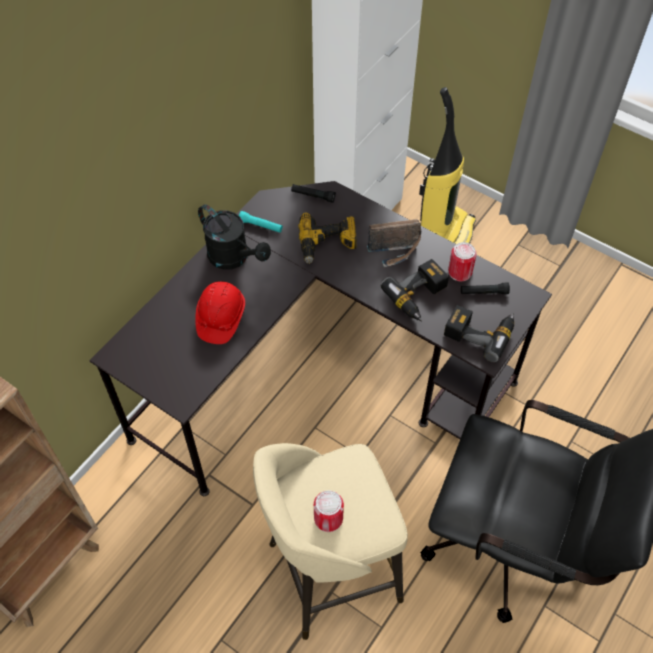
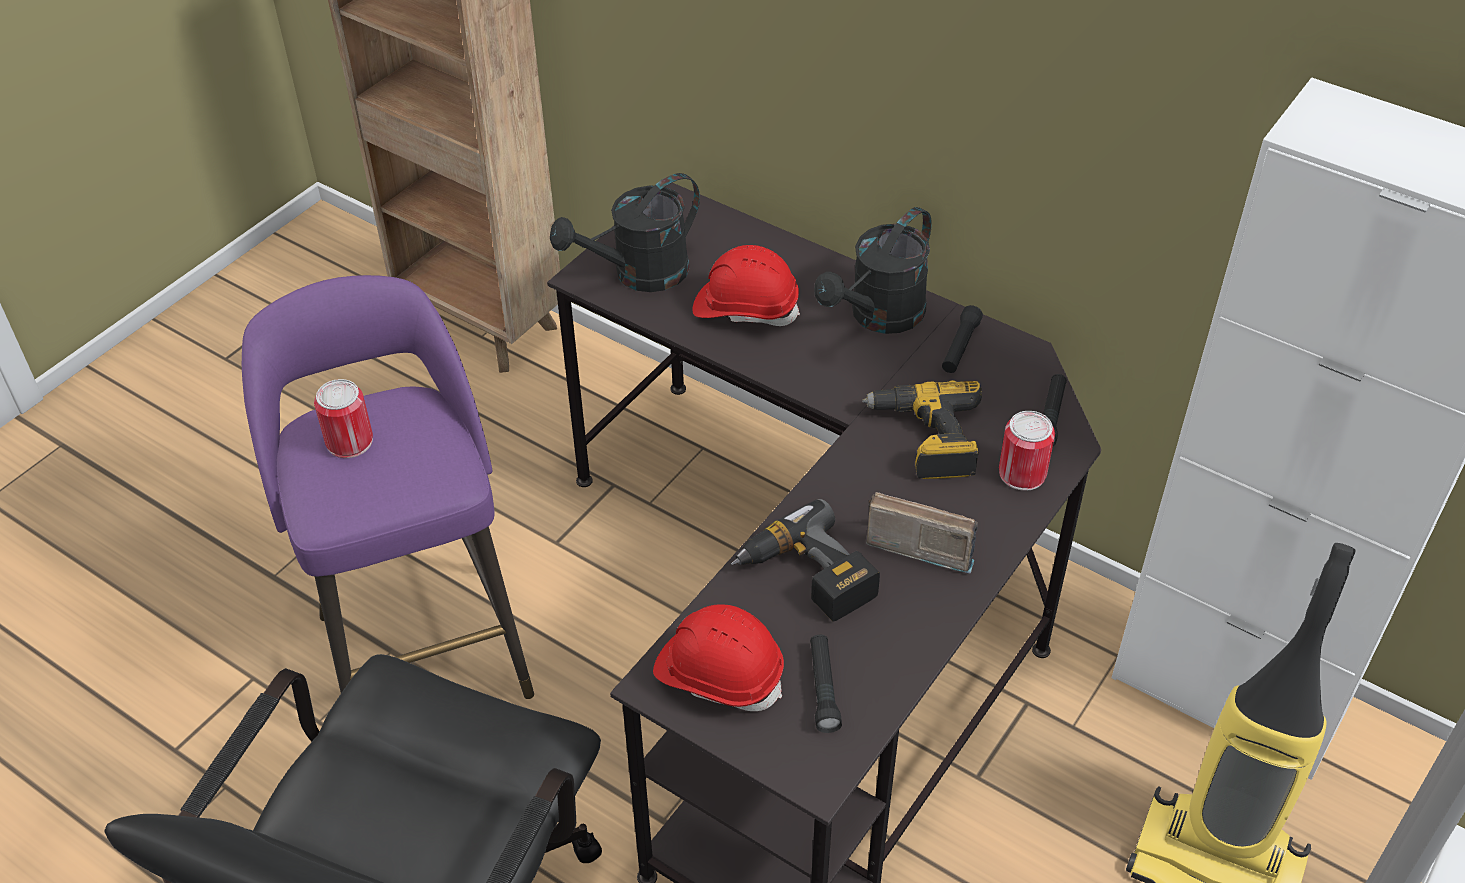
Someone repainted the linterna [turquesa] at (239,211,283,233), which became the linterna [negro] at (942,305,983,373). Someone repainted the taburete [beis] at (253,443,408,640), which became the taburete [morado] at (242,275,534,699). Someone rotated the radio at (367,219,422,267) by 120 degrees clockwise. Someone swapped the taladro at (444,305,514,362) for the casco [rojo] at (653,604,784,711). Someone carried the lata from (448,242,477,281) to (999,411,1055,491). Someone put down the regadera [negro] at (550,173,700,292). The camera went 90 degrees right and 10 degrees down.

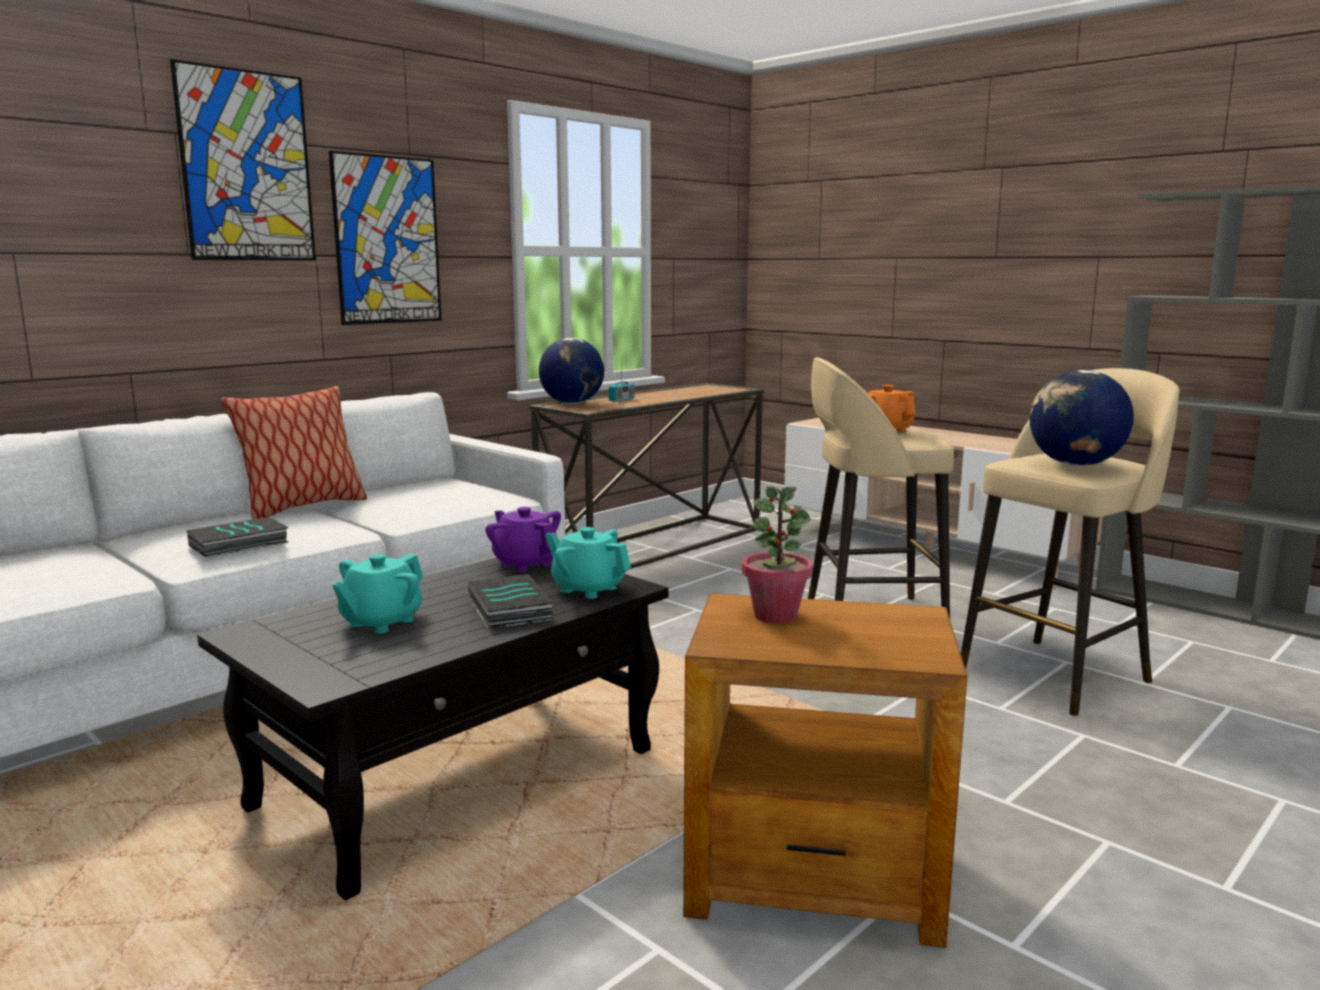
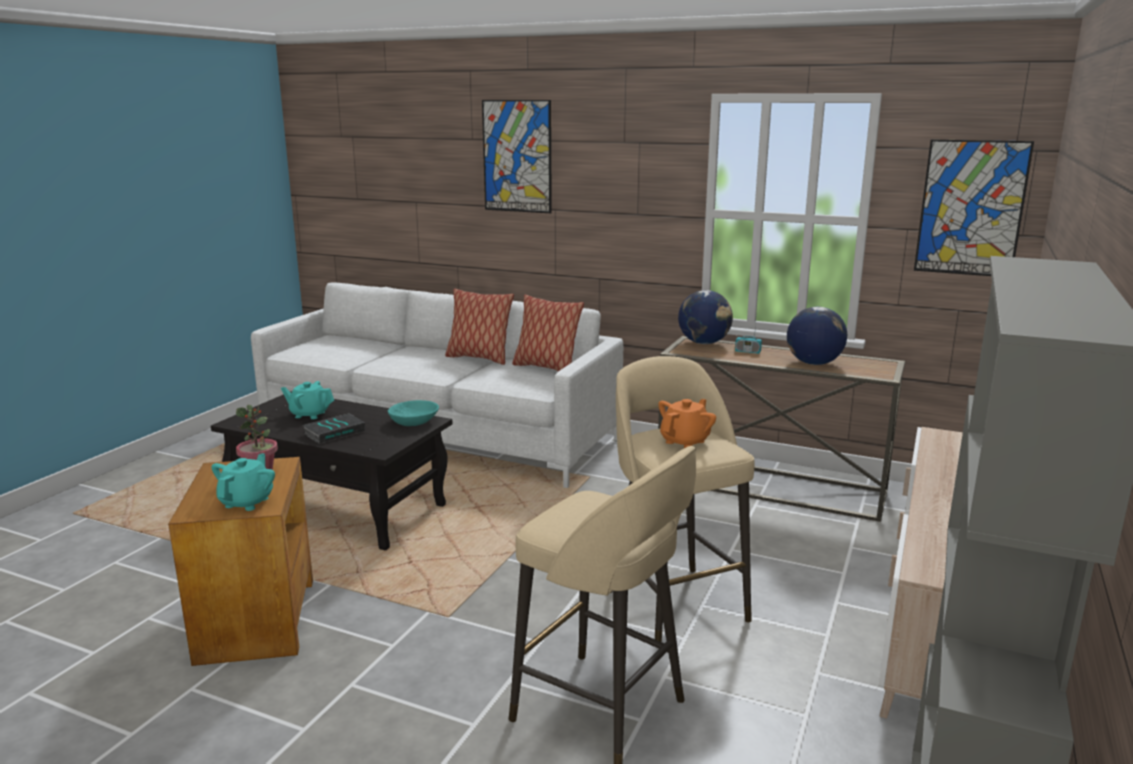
Someone took away the libro at (187,517,289,557). Someone carried the cuadro from (329,151,441,325) to (914,139,1034,276). Someone swapped the tetera [morado] at (485,507,561,573) for the cuenco [turquesa] at (388,400,439,426). Someone carried the tetera [turquesa] from (545,527,631,599) to (212,453,275,511). Someone carried the globo terráqueo from (1029,370,1134,466) to (787,307,847,365). Someone put down the cojín at (512,295,584,371). The camera went 70 degrees right and 5 degrees up.

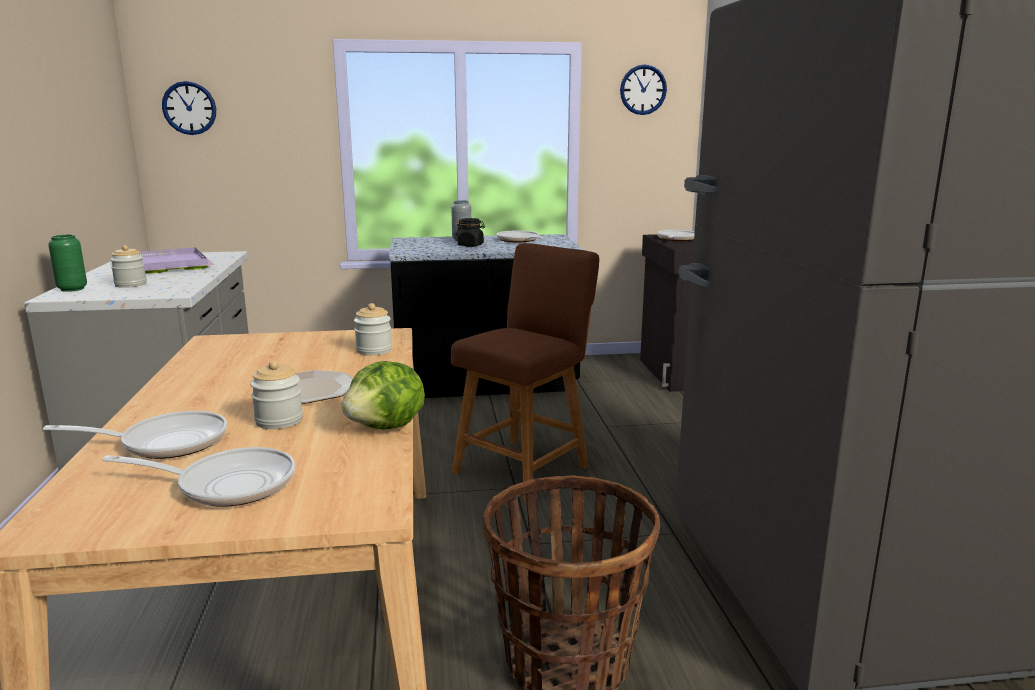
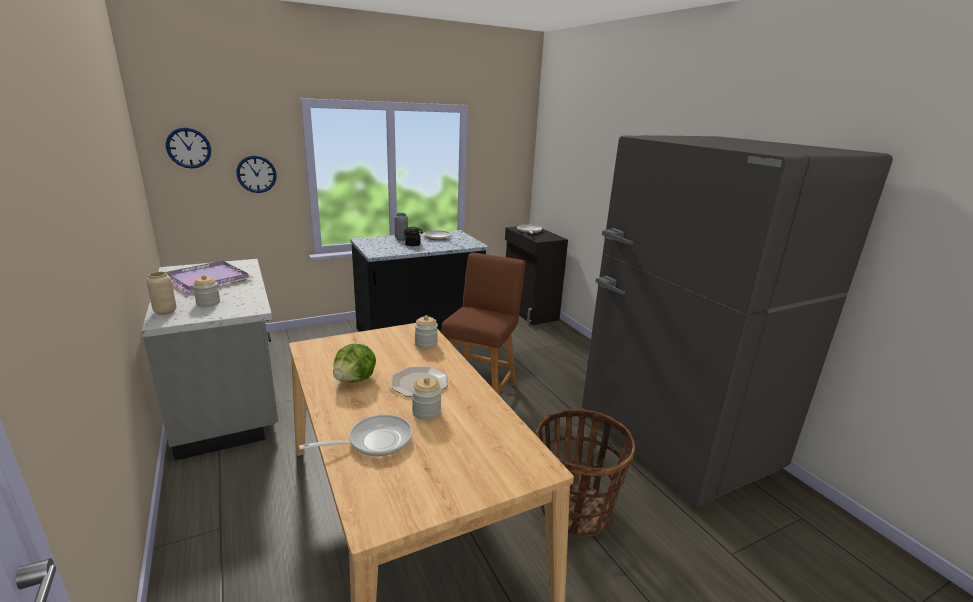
Someone repainted the florero [verde] at (48,234,87,292), which became the florero [beis] at (146,272,177,315). Someone took away the sartén at (103,447,295,507). Someone carried the lechuga from (341,361,425,430) to (333,344,376,383). Someone carried the reloj de pared from (620,65,667,115) to (236,155,277,193). The camera went 20 degrees left and 5 degrees up.

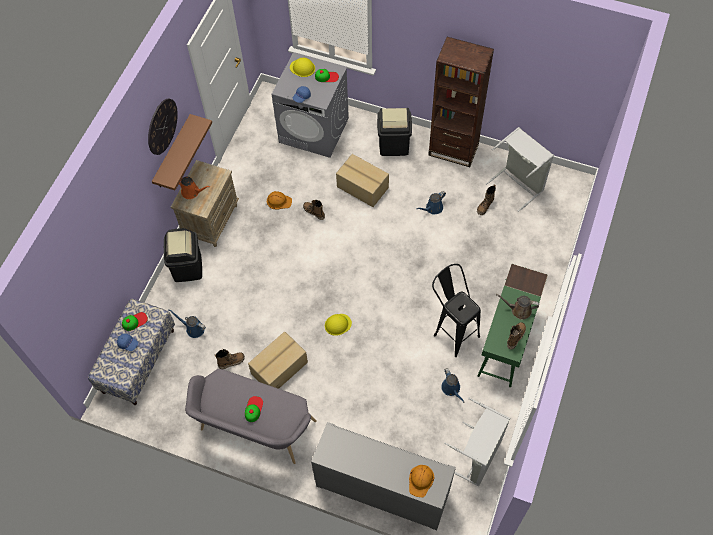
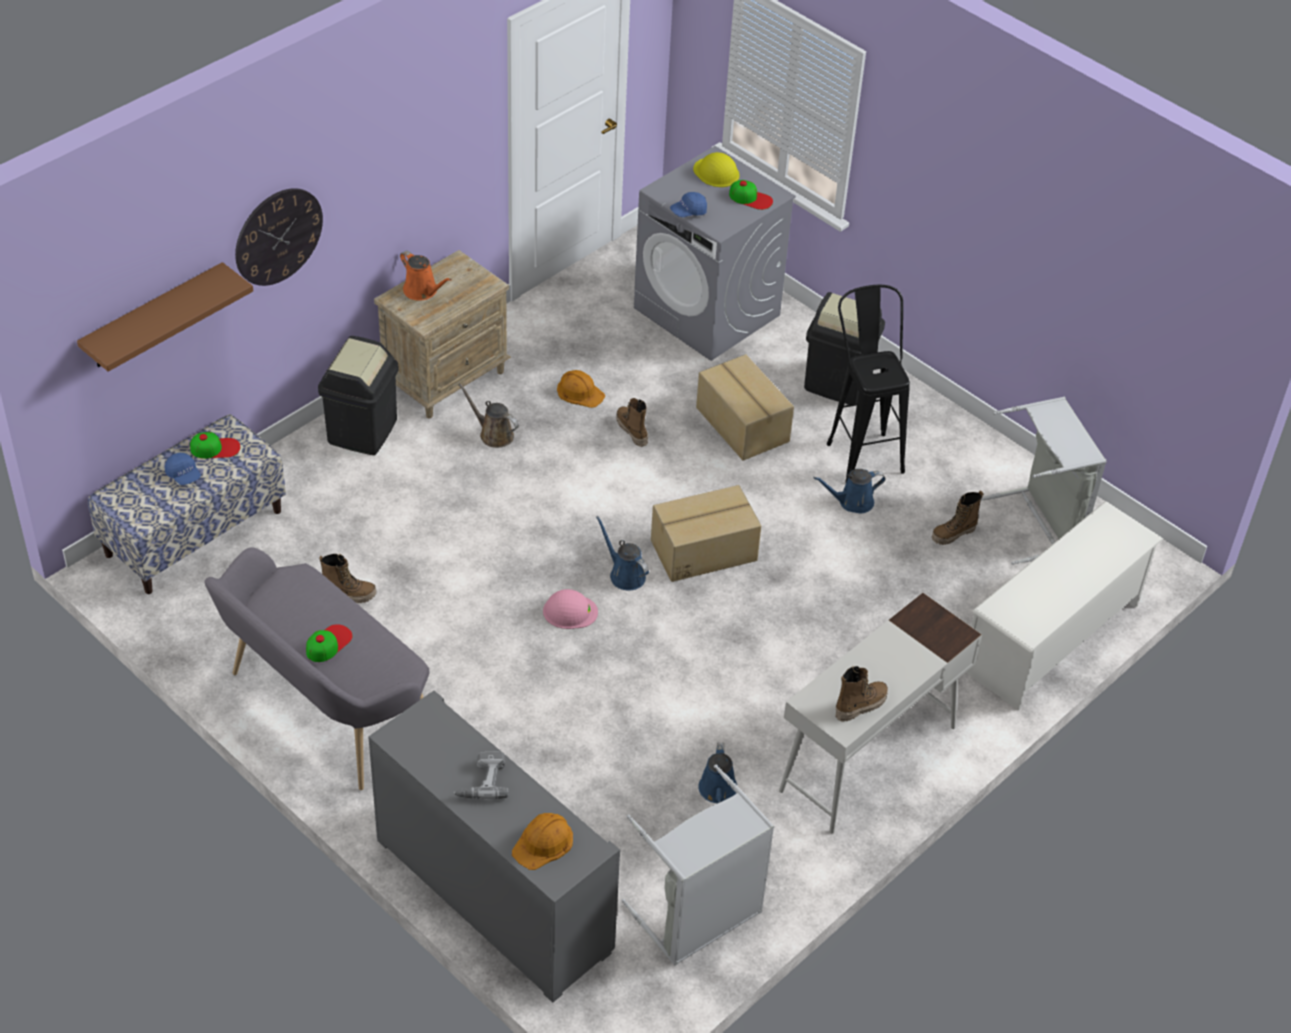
Someone carried the reloj de pared from (148,99,178,155) to (235,188,323,286). Someone carried the estante [marrón] from (152,114,212,190) to (77,262,253,372). Someone carried the regadera [azul] from (169,309,206,338) to (596,516,649,590). Someone carried the caja de cartón from (248,331,308,389) to (651,485,761,582). Someone repainted the casco [amarillo] at (325,314,352,336), which became the casco [rosa] at (543,589,598,629). Someone took away the estantería [marrón] at (428,37,494,167). Someone carried the taburete [negro] from (432,264,481,357) to (827,285,910,483). Someone repainted the escritorio [verde] at (477,264,548,387), which became the escritorio [blanco] at (779,593,982,833). Someone carried the regadera [marrón] from (496,294,539,320) to (458,383,519,448). Someone put down the taladro at (454,751,509,800). Someone put down the zapatero [blanco] at (966,501,1163,710). The camera went 20 degrees right and 15 degrees down.

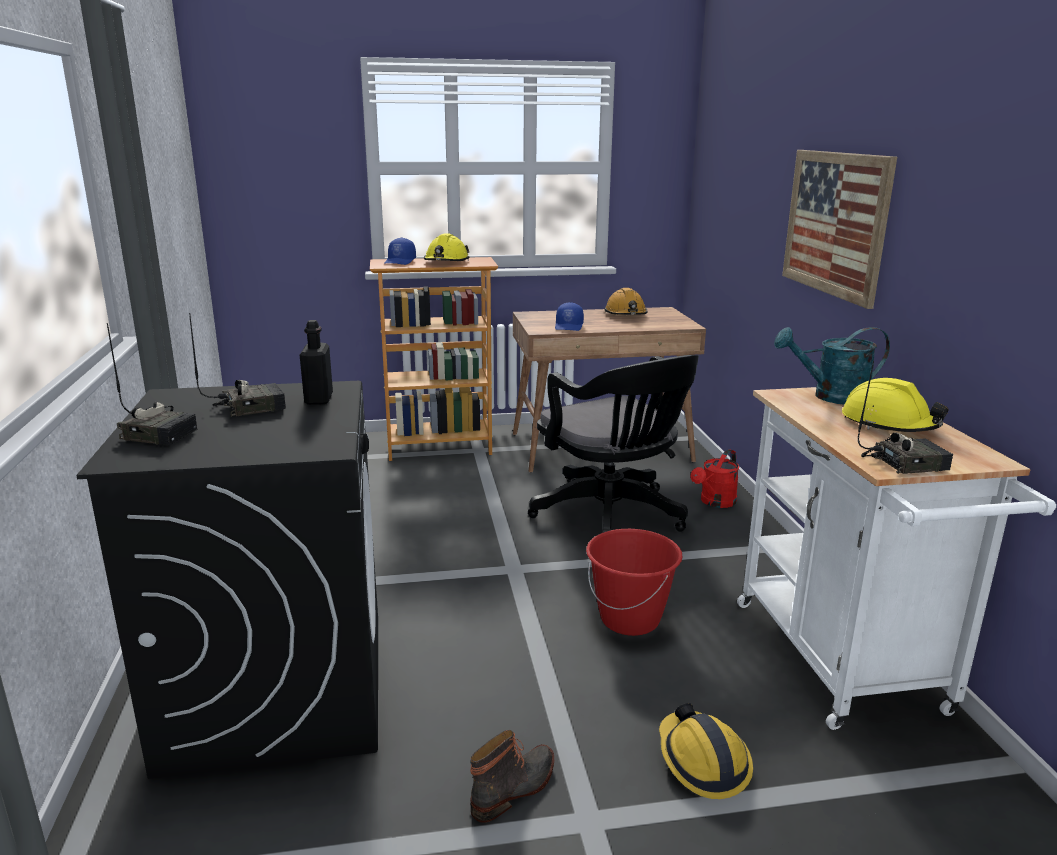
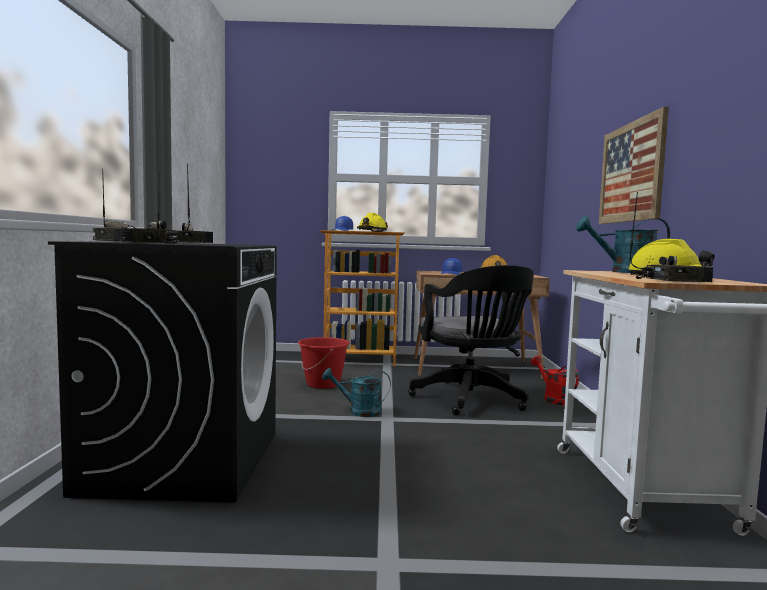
Someone took away the botella [negro] at (300,320,333,405). Someone took away the bota at (470,730,554,823). Someone carried the cubo [rojo] from (586,529,683,636) to (298,337,350,389). Someone took away the casco at (659,703,753,799). Someone rotated the regadera [rojo] at (690,449,739,508) by 105 degrees clockwise. Someone put down the radio at (124,164,190,244). Someone put down the regadera [turquesa] at (322,368,391,417). The camera went 10 degrees right and 15 degrees down.

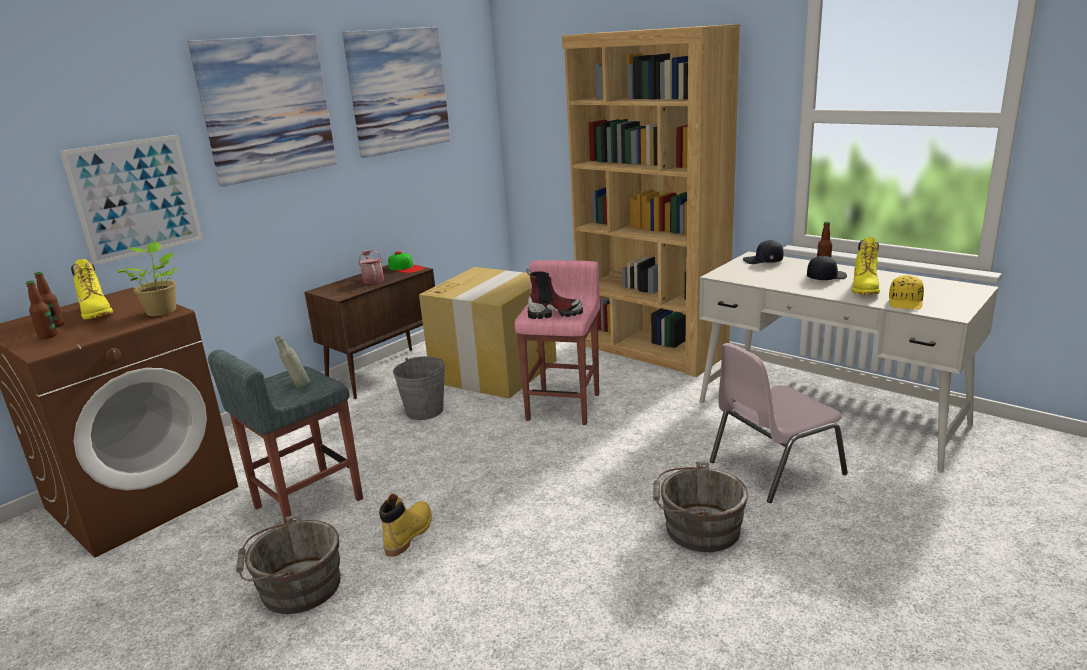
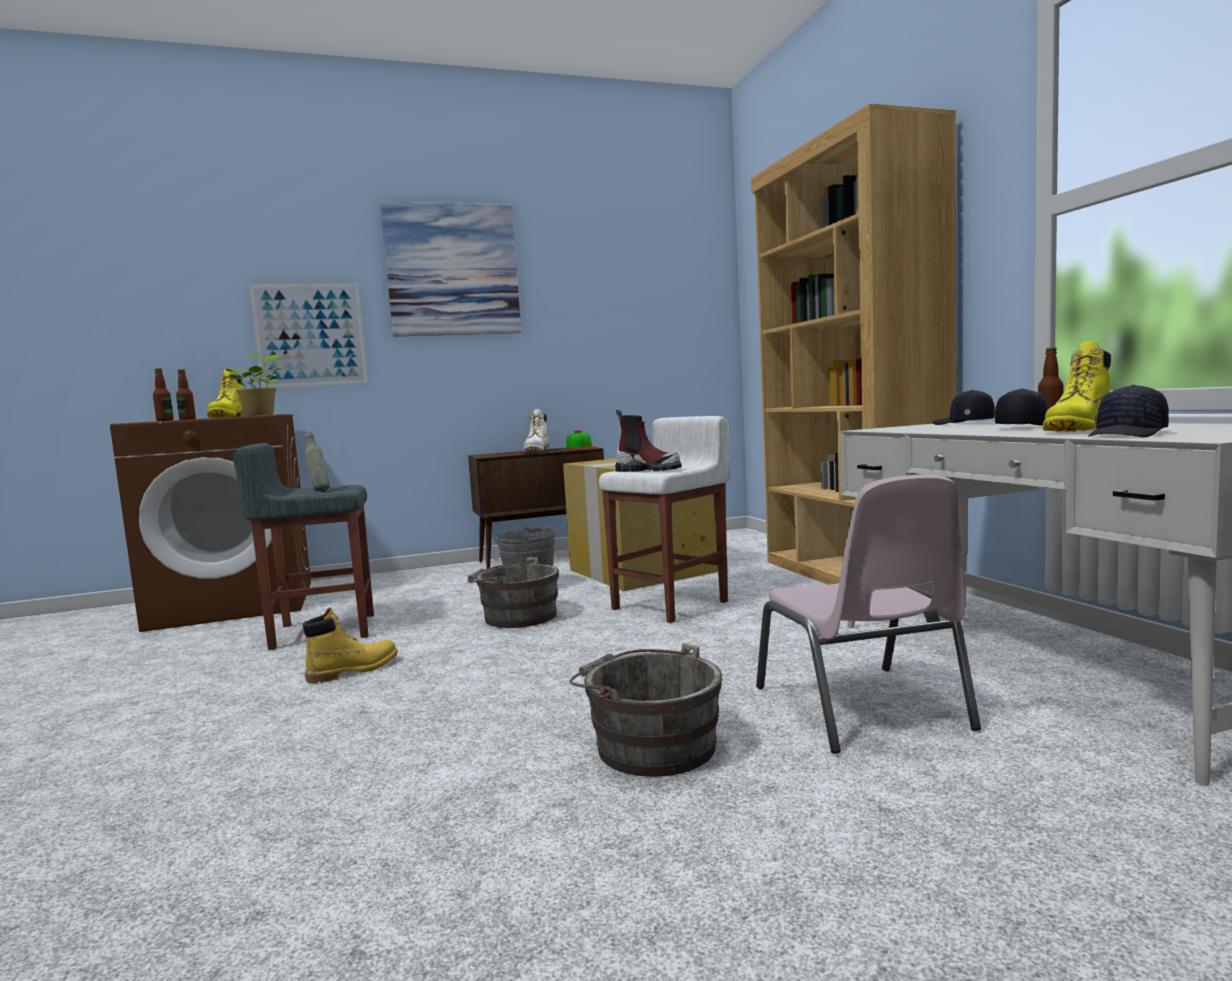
Someone carried the cubo [gris] from (236,514,341,614) to (467,557,559,628). Someone took away the cuadro at (342,27,450,158). Someone swapped the regadera at (358,249,384,284) for the bota [blanco] at (523,409,549,452). Someone repainted the taburete [rosa] at (515,260,600,425), which became the taburete [blanco] at (599,416,729,623). Someone rotated the silla [rosa] at (710,343,848,503) by 105 degrees counterclockwise. Someone repainted the gorra [amarillo] at (889,275,924,309), which became the gorra [negro] at (1088,385,1169,437). The camera went 30 degrees right and 15 degrees down.

